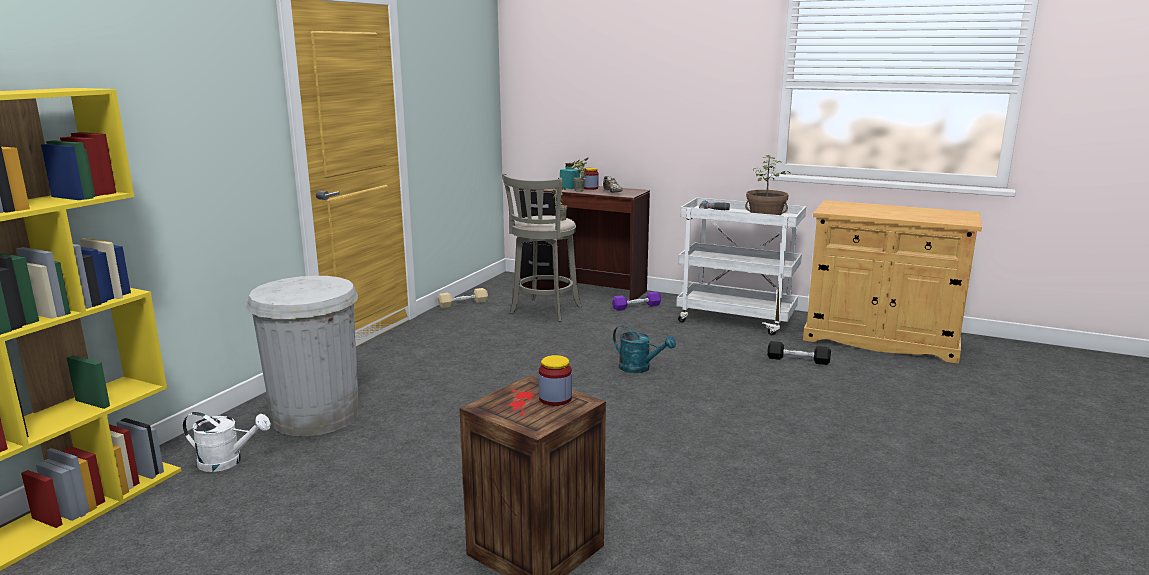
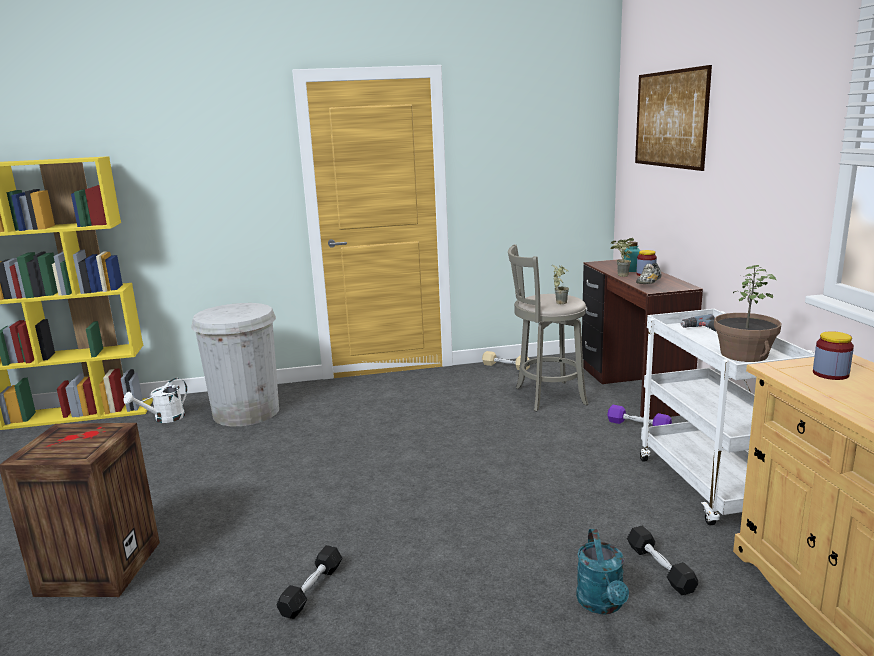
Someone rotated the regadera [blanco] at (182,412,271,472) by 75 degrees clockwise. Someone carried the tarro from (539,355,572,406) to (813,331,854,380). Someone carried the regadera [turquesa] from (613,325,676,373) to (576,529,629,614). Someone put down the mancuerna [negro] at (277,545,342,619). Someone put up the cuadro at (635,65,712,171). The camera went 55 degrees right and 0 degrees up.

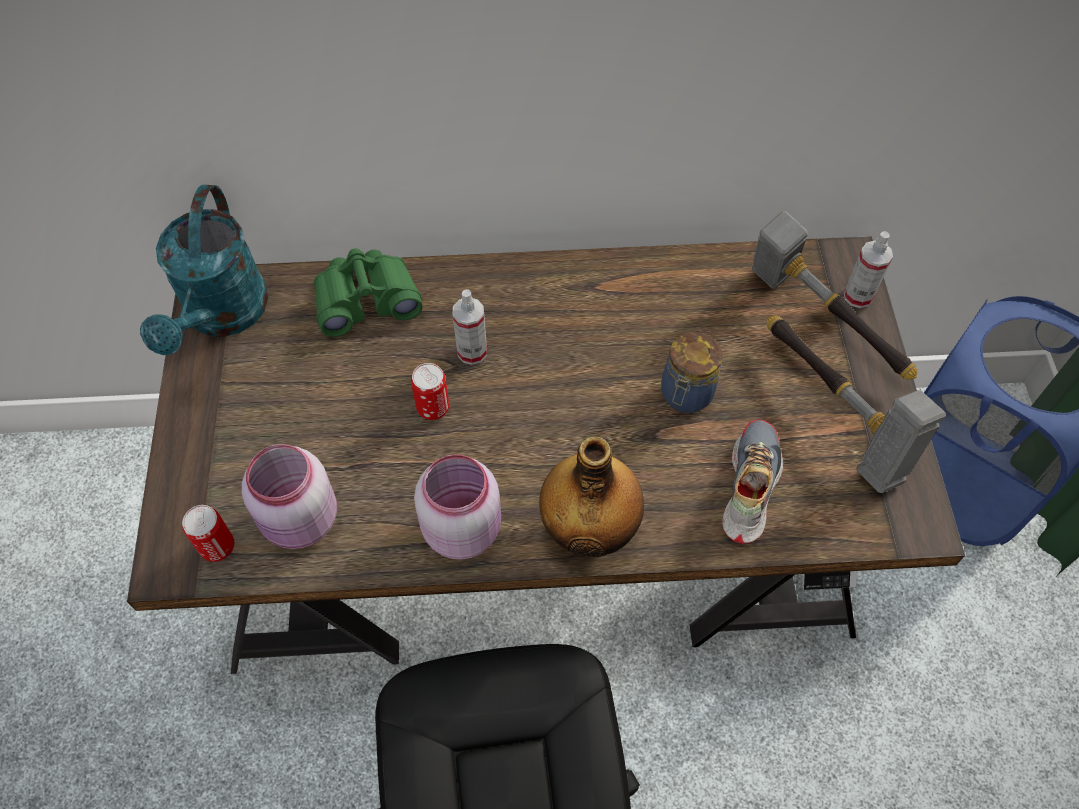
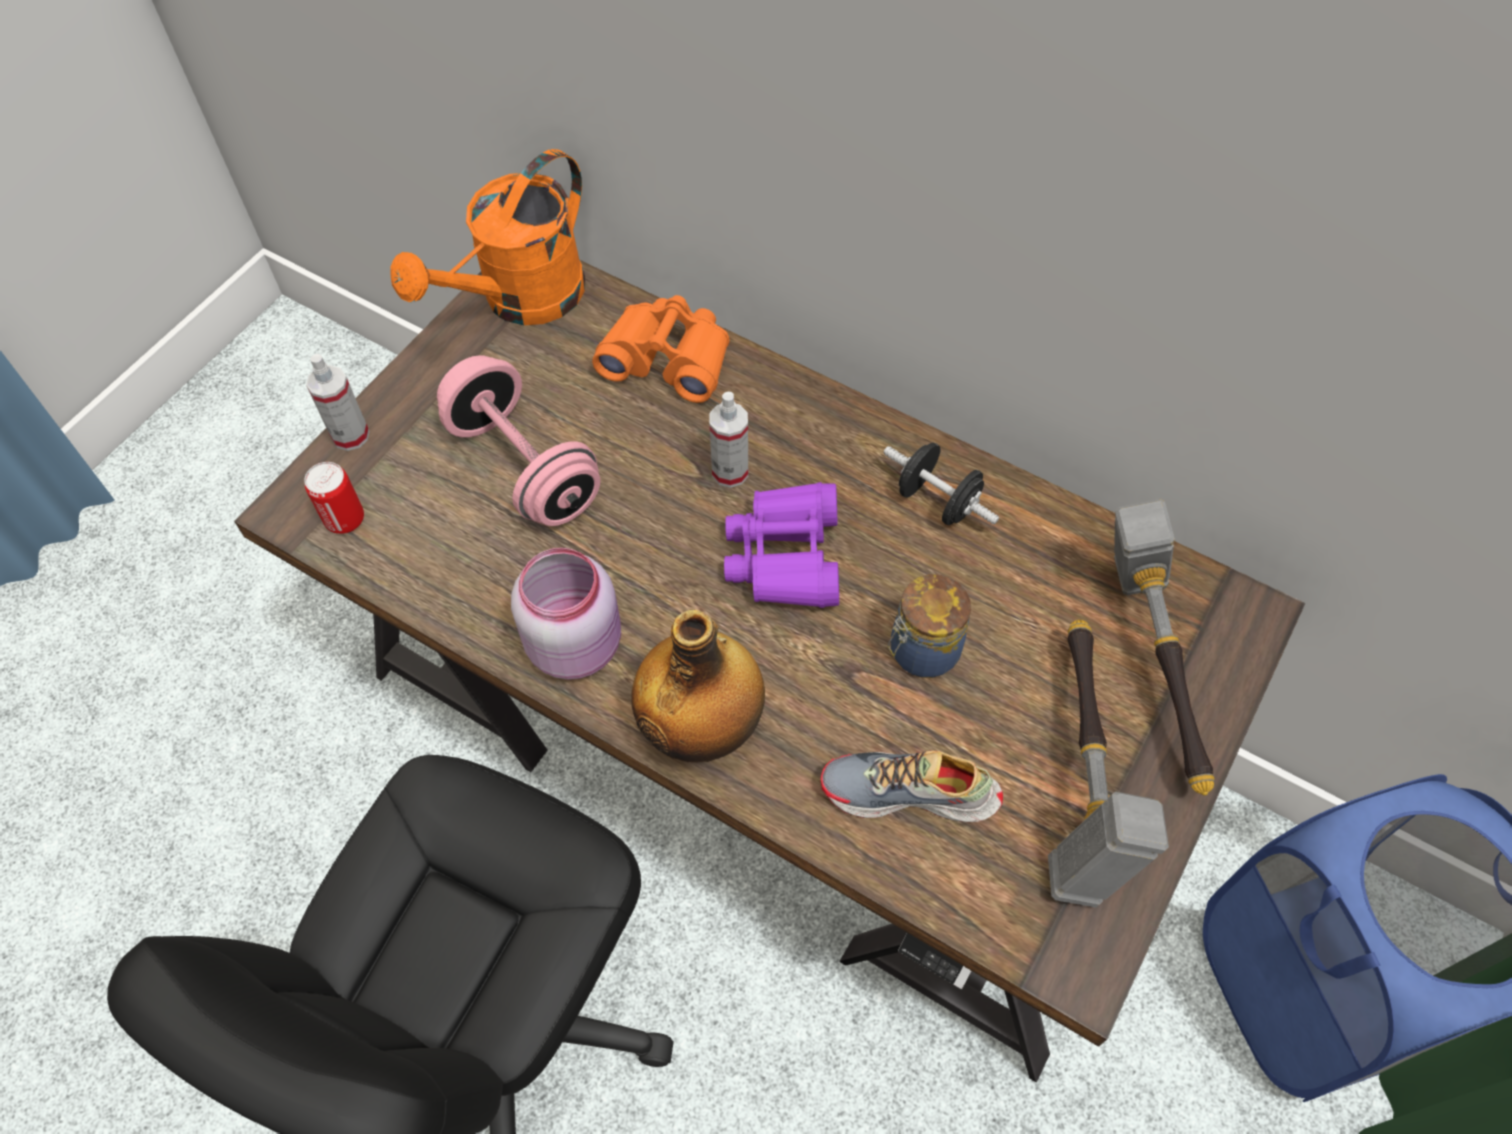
Someone repainted the regadera [turquesa] at (140,185,269,355), which became the regadera [naranja] at (390,149,585,325). Someone took away the tarro [rosa] at (242,444,337,549). Someone repainted the prismáticos [verde] at (314,248,423,337), which became the prismáticos [naranja] at (592,295,730,403). Someone took away the lata at (411,363,449,420). Someone rotated the zapato at (722,420,783,544) by 135 degrees counterclockwise. Someone carried the pulverizador from (844,231,893,308) to (306,354,370,451). Someone put down the mancuerna [rosa] at (437,355,600,526). Someone put down the prismáticos [morado] at (724,482,839,608). Someone put down the mancuerna [negro] at (884,443,999,525). The camera went 35 degrees right and 0 degrees up.

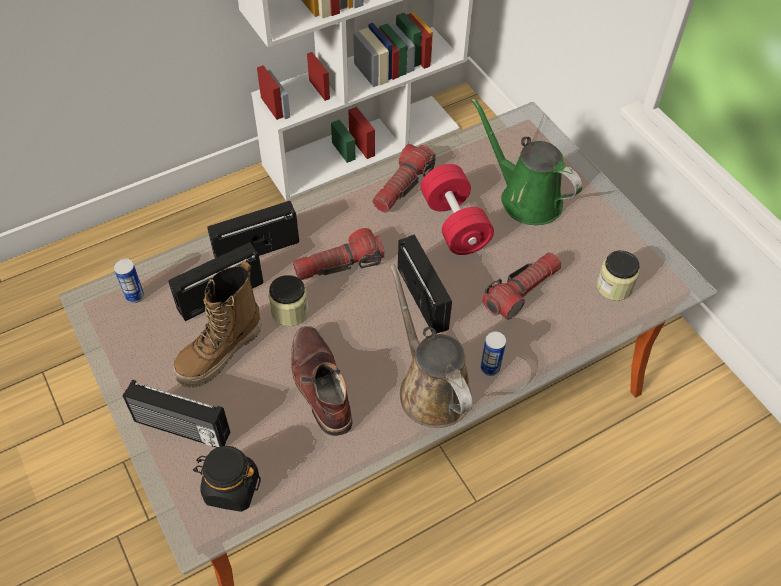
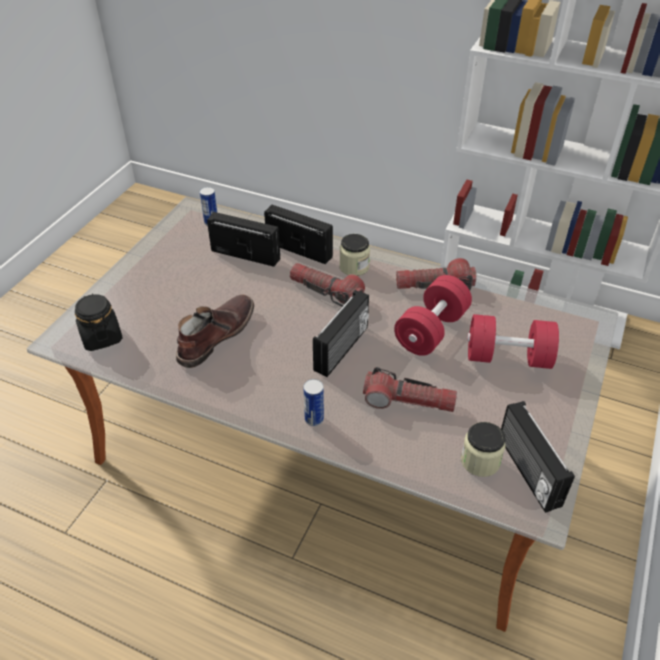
Someone carried the radio from (123,380,230,448) to (501,401,575,513). Someone took away the bota at (174,261,261,388). Someone carried the tarro from (269,275,309,326) to (339,234,370,276). Someone took away the regadera [marrón] at (390,264,473,428). Someone swapped the regadera [verde] at (471,98,582,225) for the mancuerna [rojo] at (467,314,559,369). The camera went 55 degrees right and 10 degrees down.

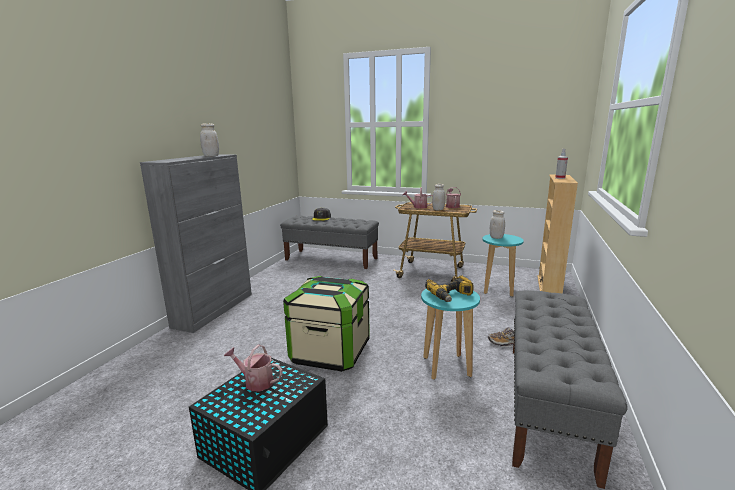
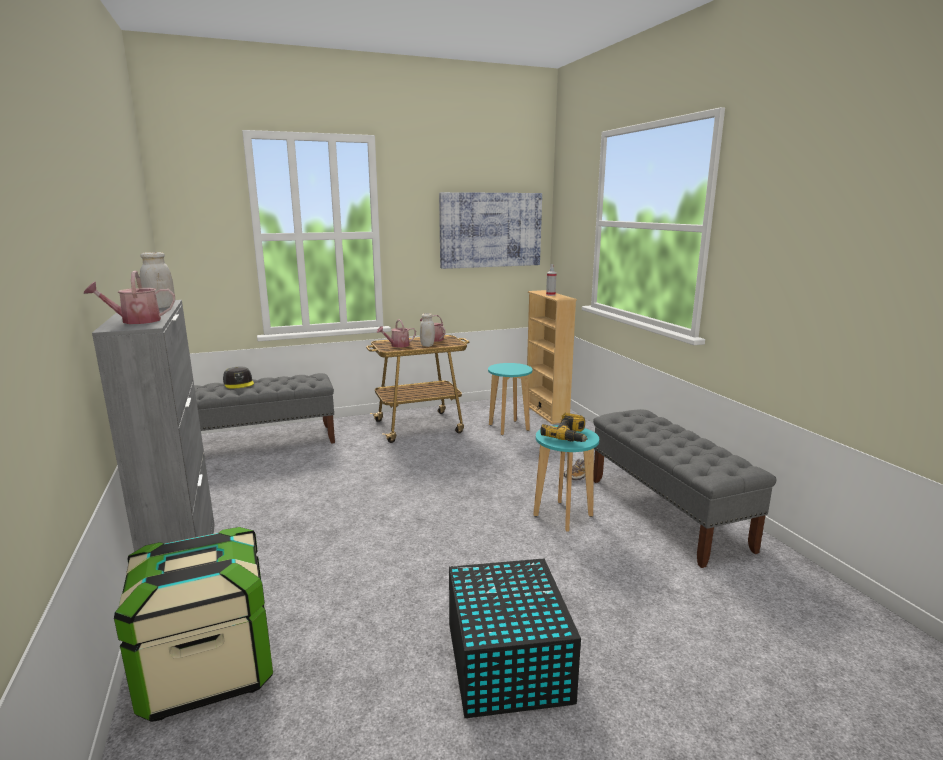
Someone carried the regadera from (224,345,283,391) to (84,271,175,324). Someone carried the caja de almacenaje from (283,276,370,372) to (114,527,273,722). Someone took away the tarro [blanco] at (490,210,505,239). Someone put up the cuadro at (439,192,542,269). The camera went 40 degrees left and 0 degrees up.

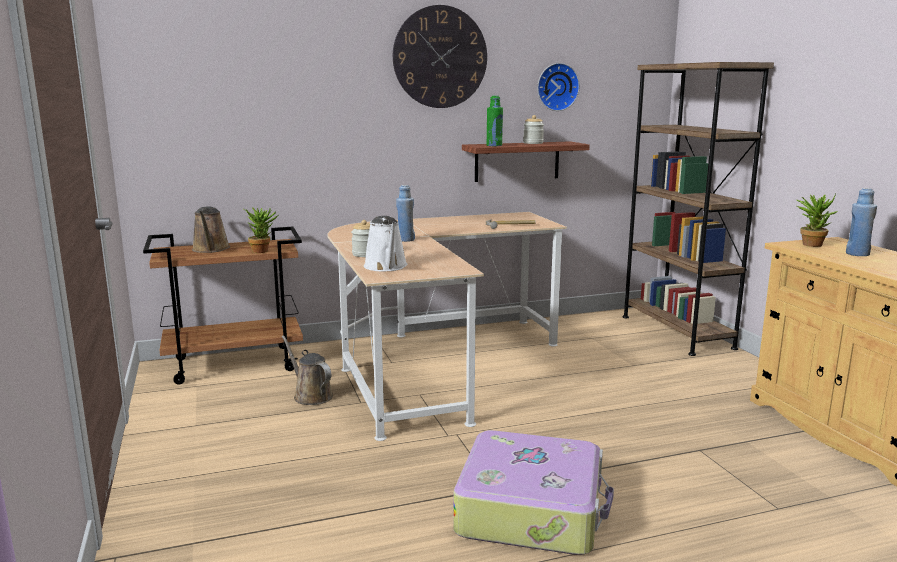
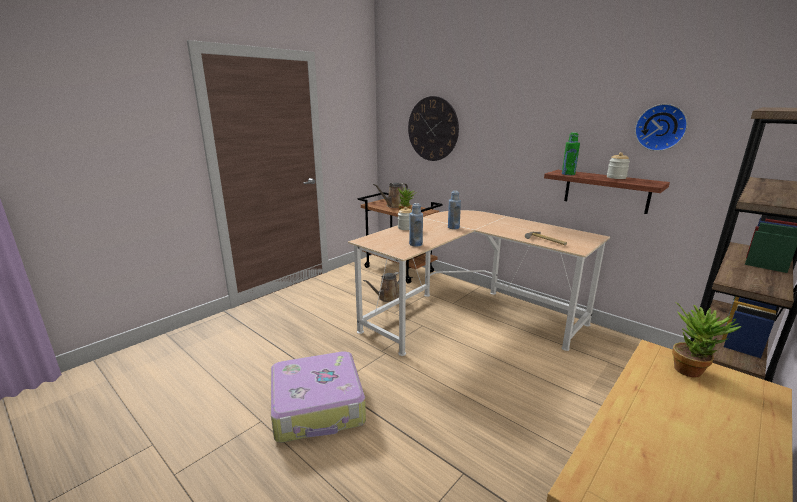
Someone rotated the regadera [marrón] at (282,335,333,405) by 150 degrees counterclockwise. Someone took away the regadera [blanco] at (364,216,408,271). Someone carried the reloj de pared from (393,5,487,108) to (408,96,459,161). Someone carried the botella [azul] from (846,188,877,256) to (409,203,423,247). The camera went 60 degrees right and 5 degrees up.

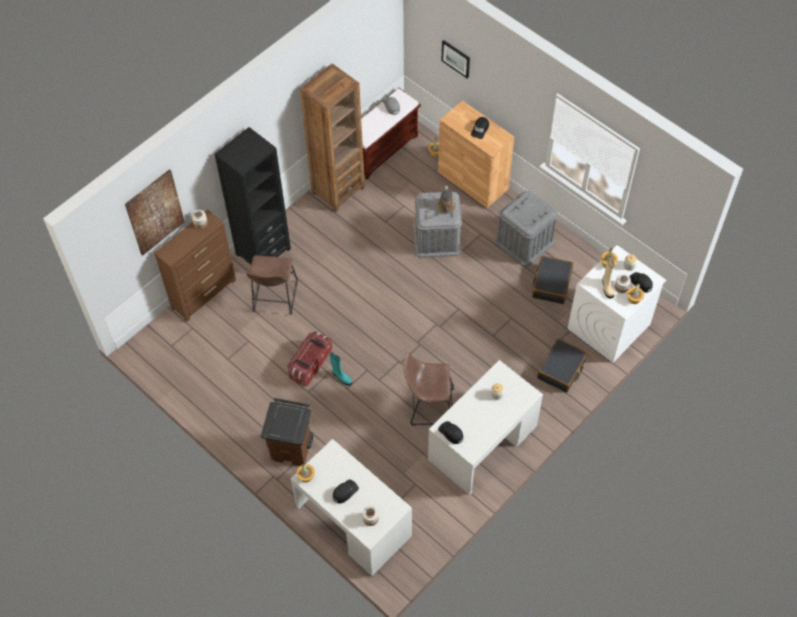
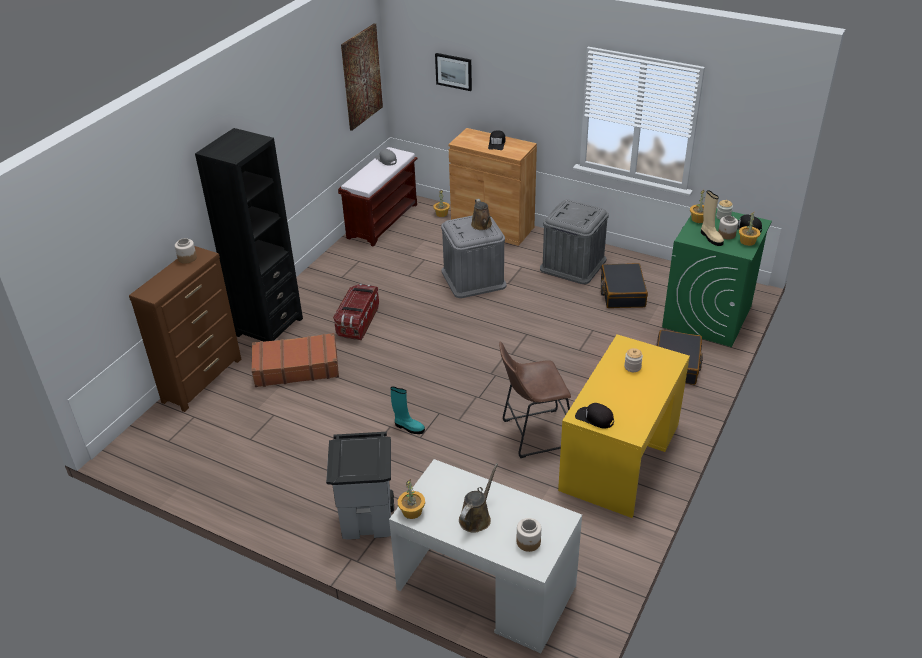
Someone carried the cuadro from (125,169,185,256) to (341,23,383,131). Someone swapped the taburete [marrón] at (246,255,298,315) for the maleta [marrón] at (251,333,339,387). Someone repainted the papelera [marrón] at (260,398,313,466), which became the papelera [gris] at (326,432,394,540). Someone carried the caja de almacenaje from (287,332,333,387) to (333,284,379,340). Someone took away the estantería [marrón] at (300,63,365,212). Someone swapped the gorra [negro] at (333,480,359,503) for the regadera [marrón] at (459,463,498,533). Someone repainted the escritorio [blanco] at (428,360,543,495), which became the escritorio [amarillo] at (558,334,690,518). Someone repainted the lavadora [blanco] at (568,245,666,363), which became the lavadora [verde] at (662,208,772,347). The camera went 15 degrees left and 20 degrees down.

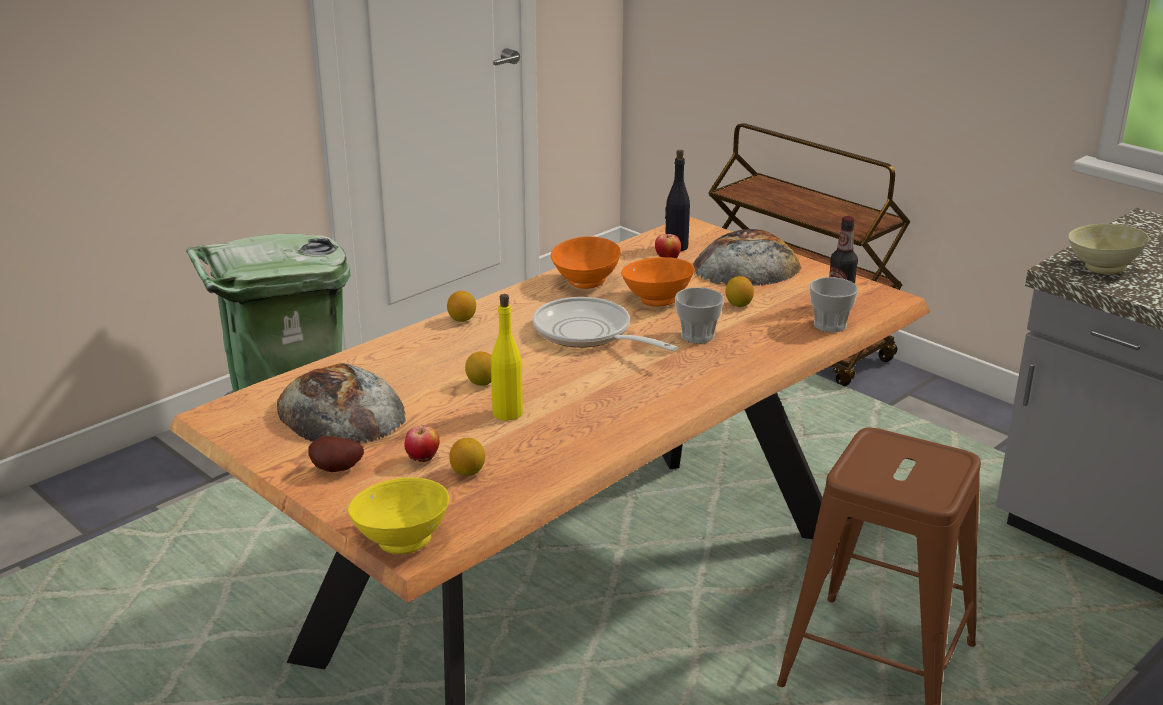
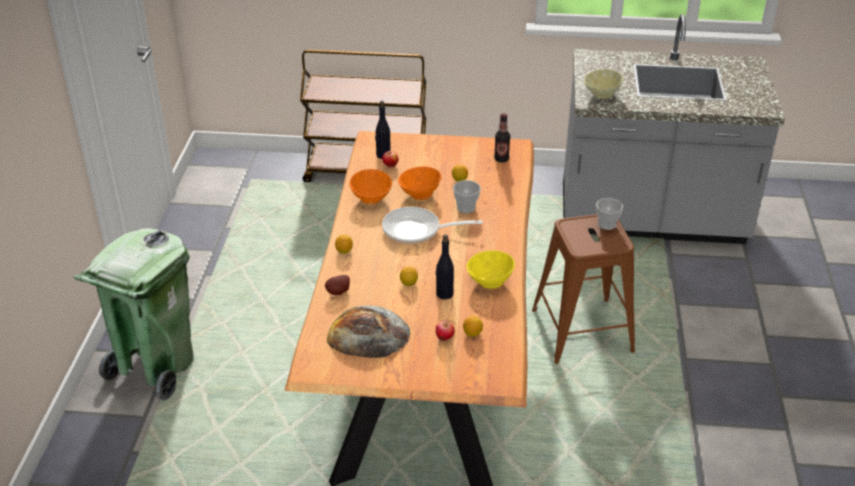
Someone carried the patata from (308,436,364,472) to (325,275,350,295). Someone carried the cuenco [amarillo] from (348,477,449,554) to (466,250,515,289). Someone repainted the botella [amarillo] at (491,294,523,421), which became the botella [negro] at (436,234,454,299). Someone took away the pan at (693,229,802,286). Someone carried the taza from (809,277,858,332) to (596,198,623,230). The camera went 40 degrees left and 10 degrees up.

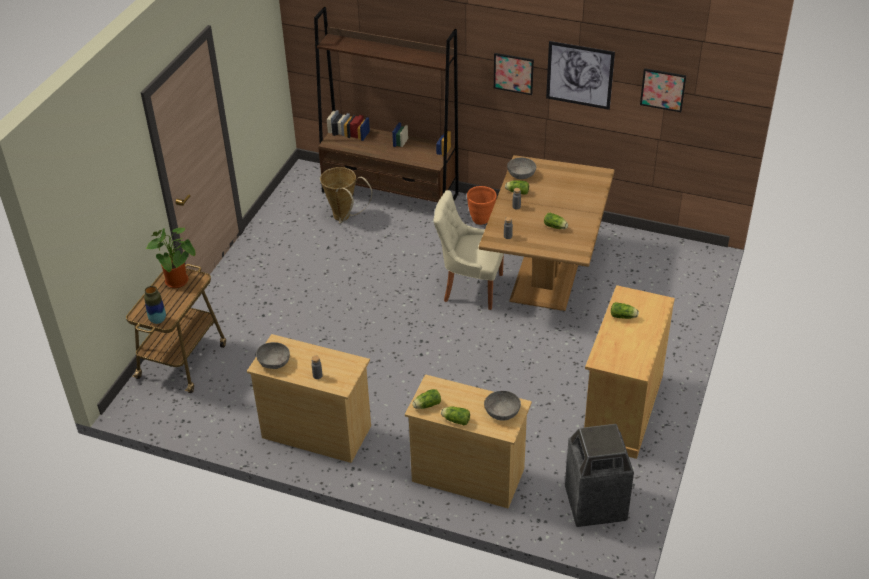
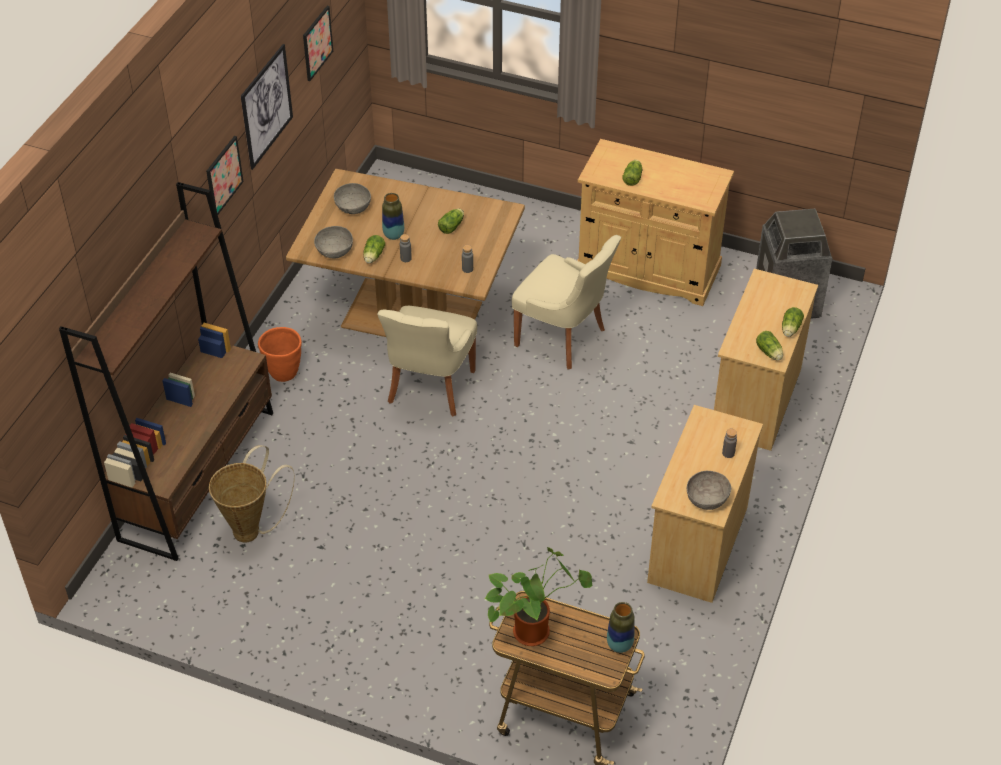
Someone carried the cuenco [gris] from (484,391,521,421) to (334,183,371,214). Someone put down the florero at (382,193,404,240). Someone put down the silla [beis] at (512,235,621,369). The camera went 90 degrees left and 5 degrees up.

